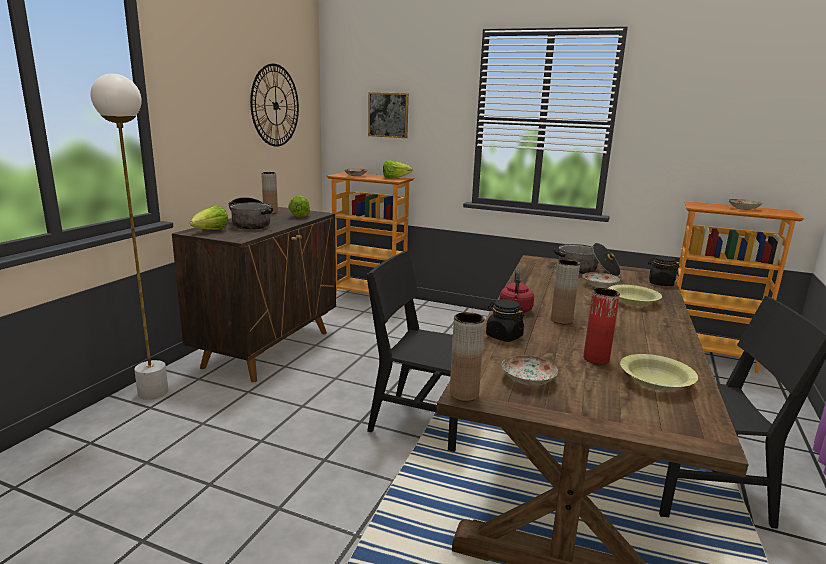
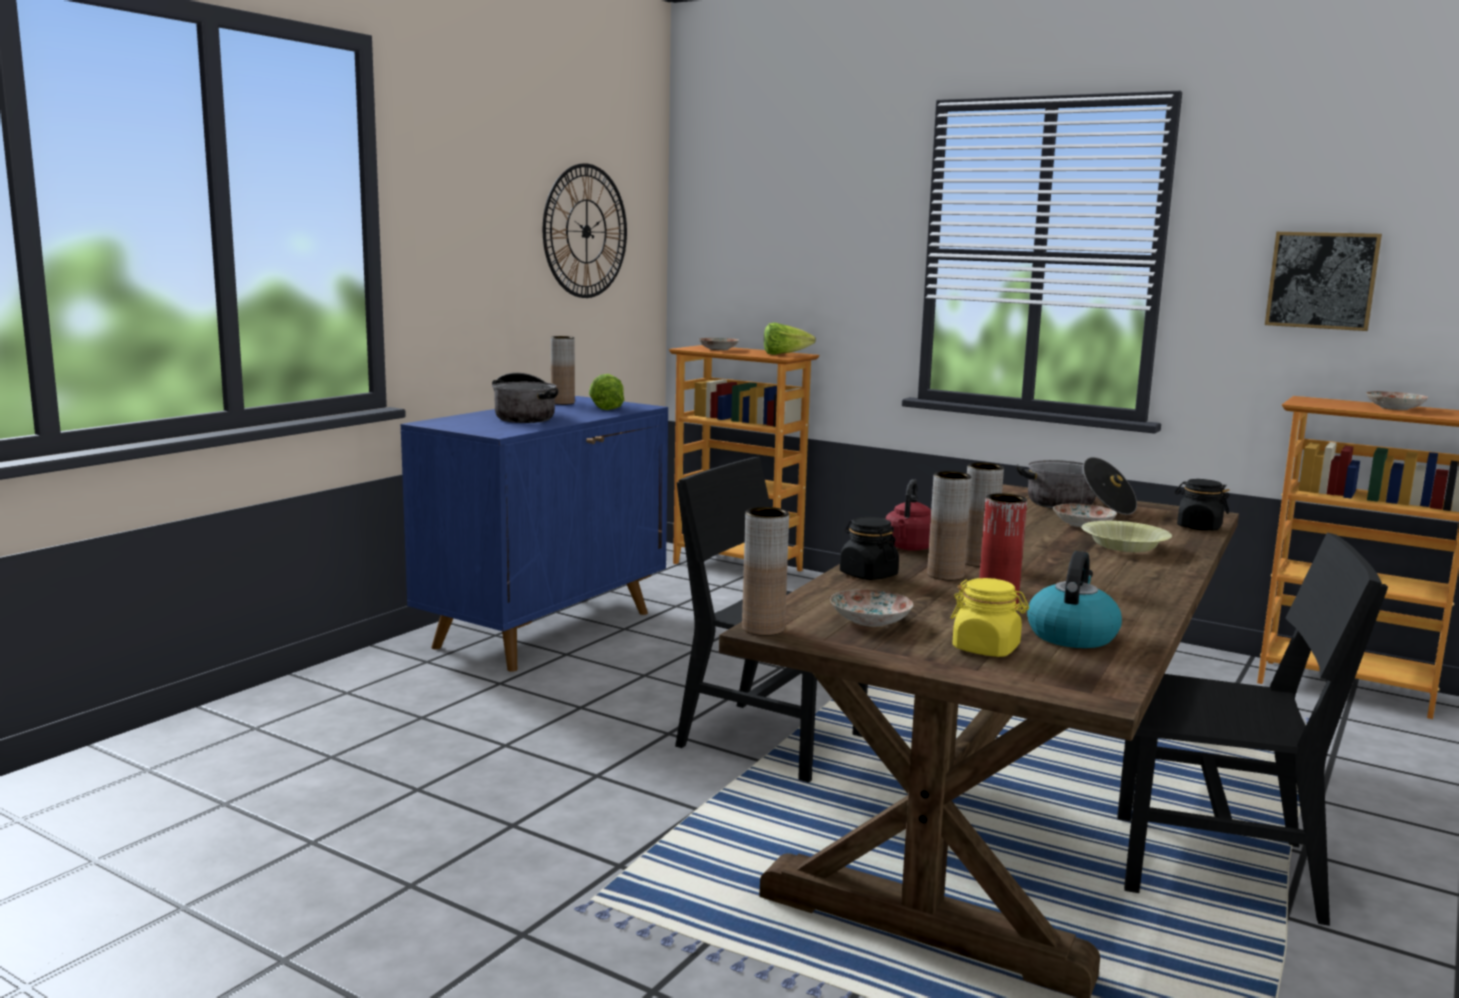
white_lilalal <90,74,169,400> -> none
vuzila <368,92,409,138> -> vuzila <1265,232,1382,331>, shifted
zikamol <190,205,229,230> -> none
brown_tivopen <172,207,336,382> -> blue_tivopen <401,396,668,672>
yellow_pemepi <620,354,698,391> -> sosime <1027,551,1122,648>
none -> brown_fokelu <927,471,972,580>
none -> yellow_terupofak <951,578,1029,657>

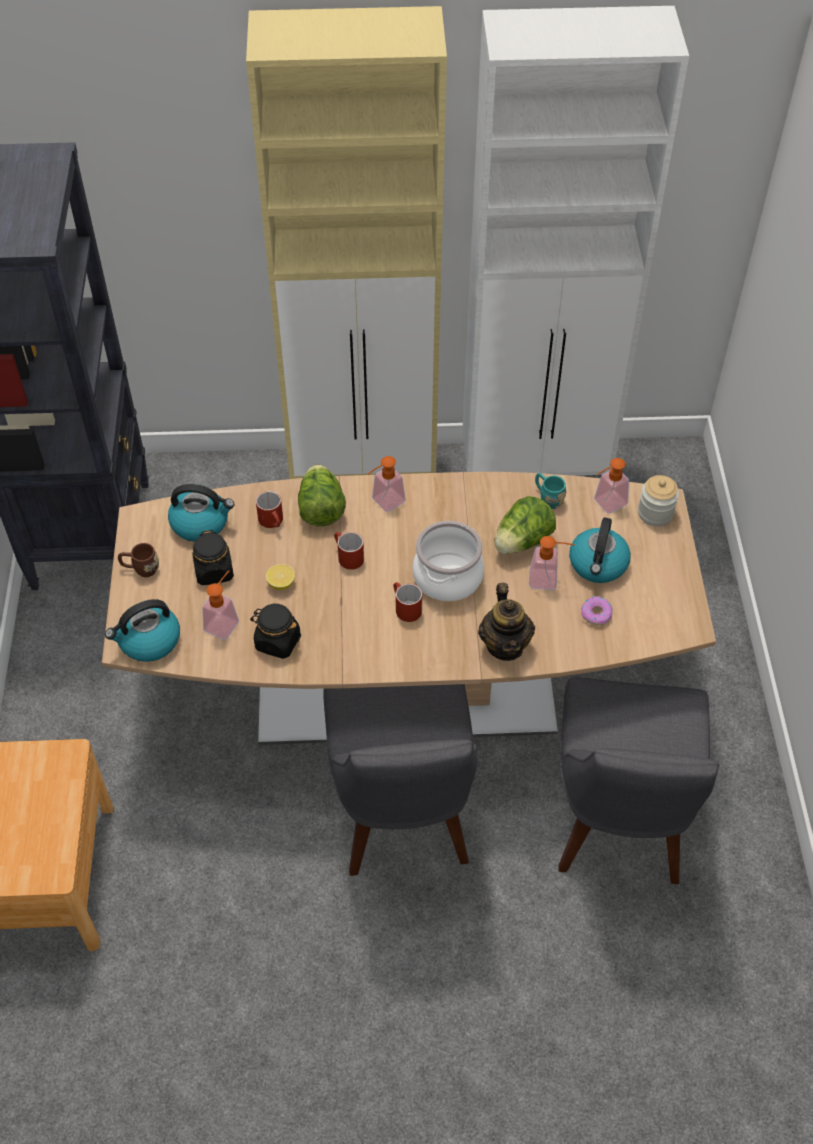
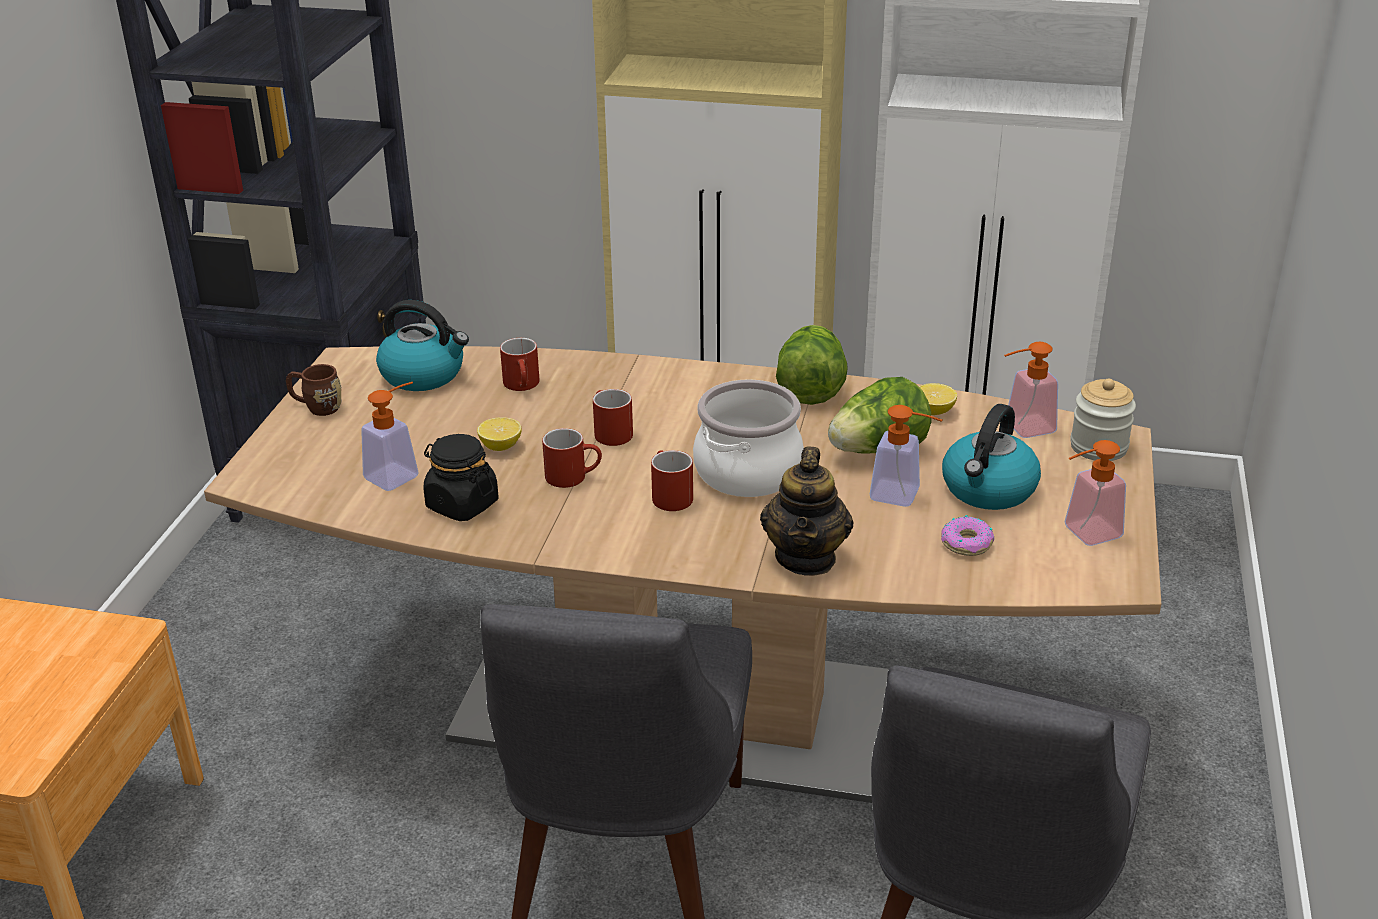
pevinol <368,456,406,512> -> pevinol <1064,440,1126,546>, shifted
zikamol <298,465,346,526> -> zikamol <776,325,848,405>, shifted
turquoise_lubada <535,473,567,509> -> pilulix <919,383,957,415>
black_terupofak <192,530,234,585> -> none
sosime <105,599,180,662> -> none
none -> red_lubada <542,428,602,488>

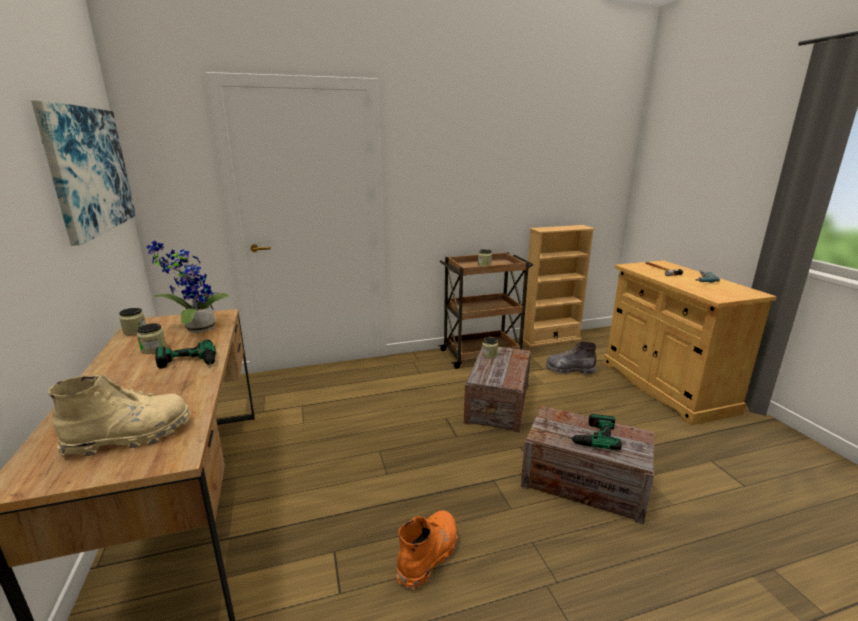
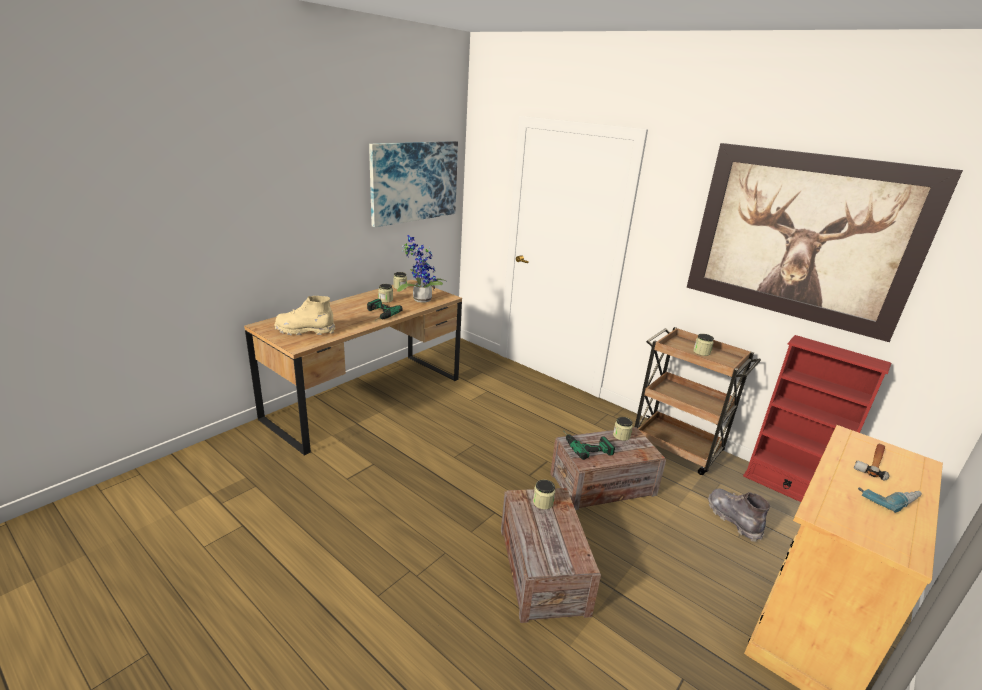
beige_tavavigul <523,225,595,347> -> red_tavavigul <743,335,891,502>
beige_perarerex <48,375,191,457> -> beige_perarerex <274,296,335,335>, 150 degrees clockwise
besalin <560,414,622,450> -> besalin <565,433,615,460>, shifted
orange_perarerex <396,510,457,590> -> none
none -> vuzila <687,143,963,342>
none -> terupofak <533,480,555,510>

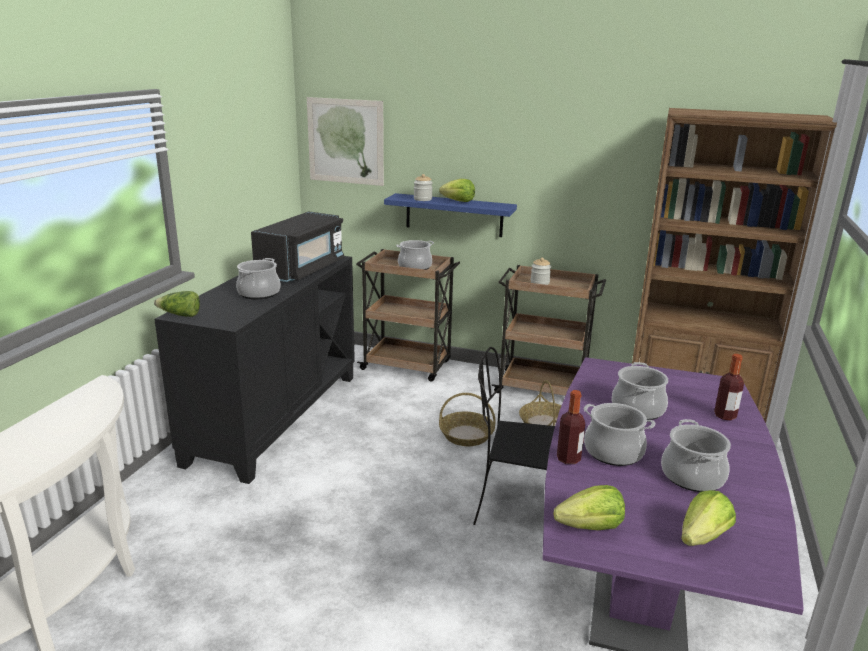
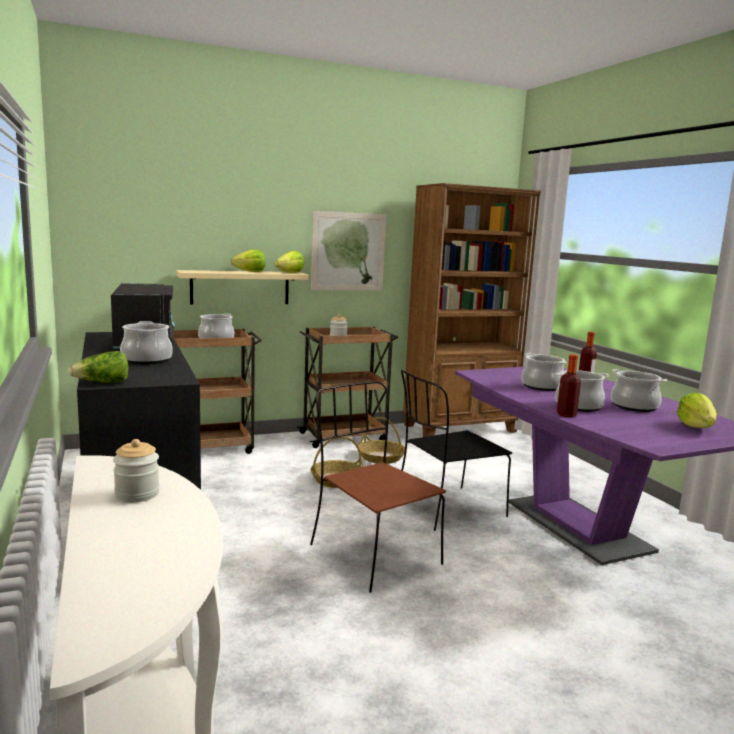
vuzila <307,97,384,186> -> vuzila <311,211,386,291>, shifted
terupofak <414,174,433,201> -> terupofak <113,439,160,502>, shifted
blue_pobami <384,193,517,237> -> beige_pobami <176,270,309,304>
zikamol <554,485,625,530> -> zikamol <275,251,304,273>, shifted
none -> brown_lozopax <310,381,446,593>

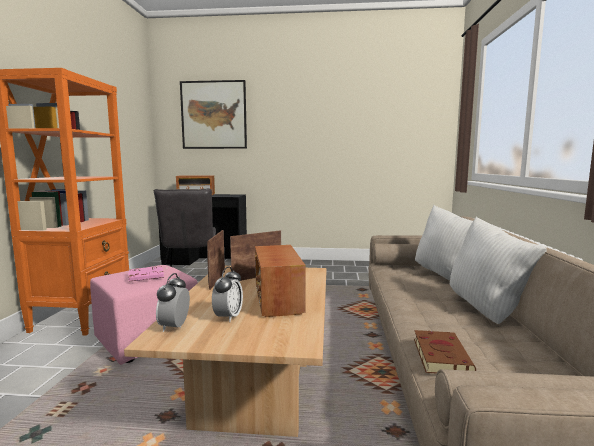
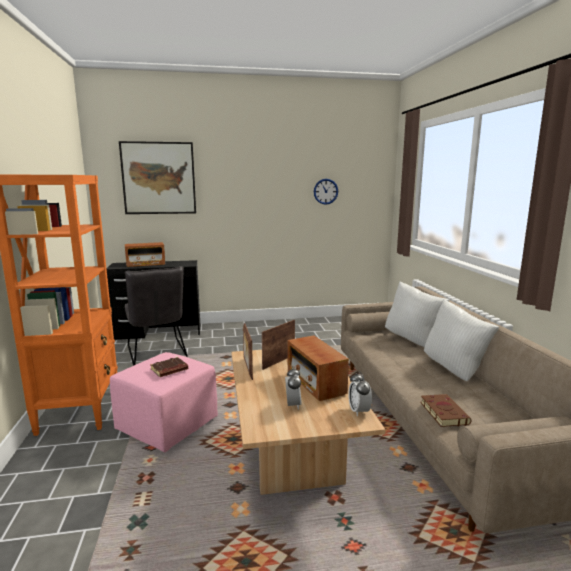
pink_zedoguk <128,266,164,282> -> brown_zedoguk <150,357,188,377>
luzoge <156,273,190,332> -> luzoge <348,372,372,416>, shifted
none -> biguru <314,179,338,205>

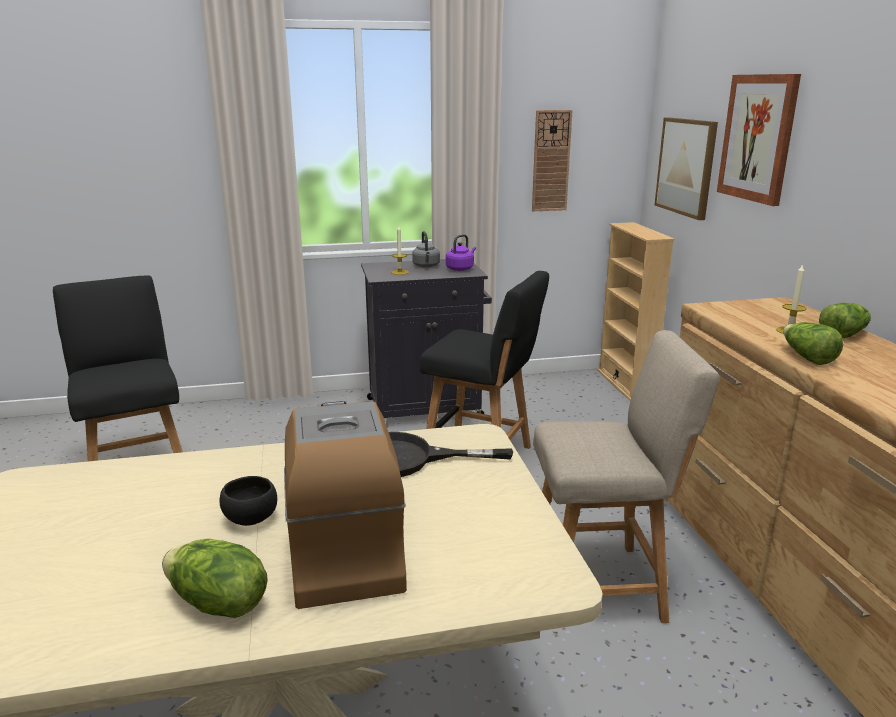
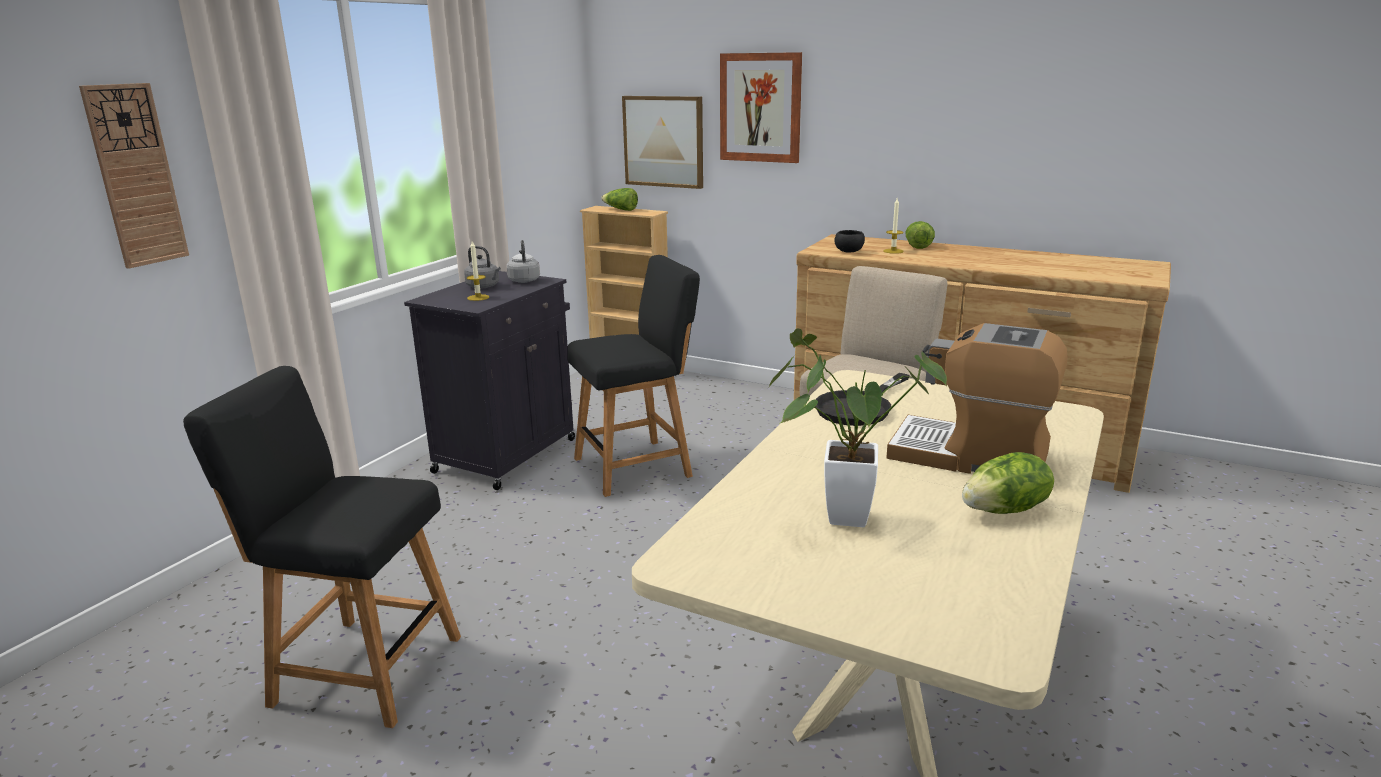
biguru <532,110,573,211> -> biguru <79,83,189,269>, shifted
purple_sosime <446,234,476,271> -> grey_sosime <506,240,540,283>
zikamol <783,322,843,365> -> zikamol <601,188,638,211>, shifted
black_pemepi <220,476,277,526> -> black_pemepi <834,230,865,252>, shifted
none -> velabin <767,328,947,527>

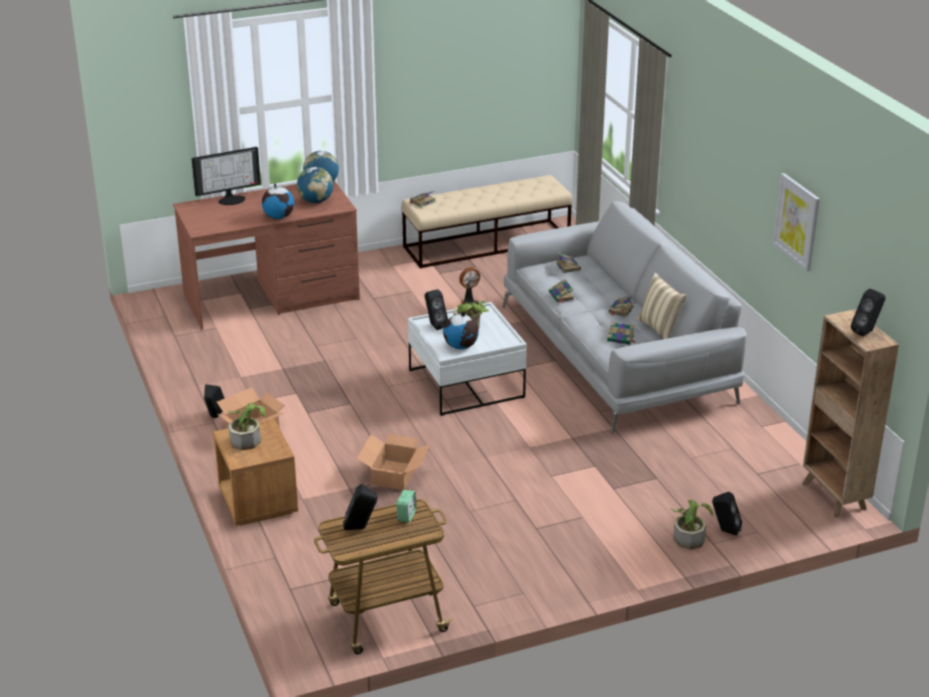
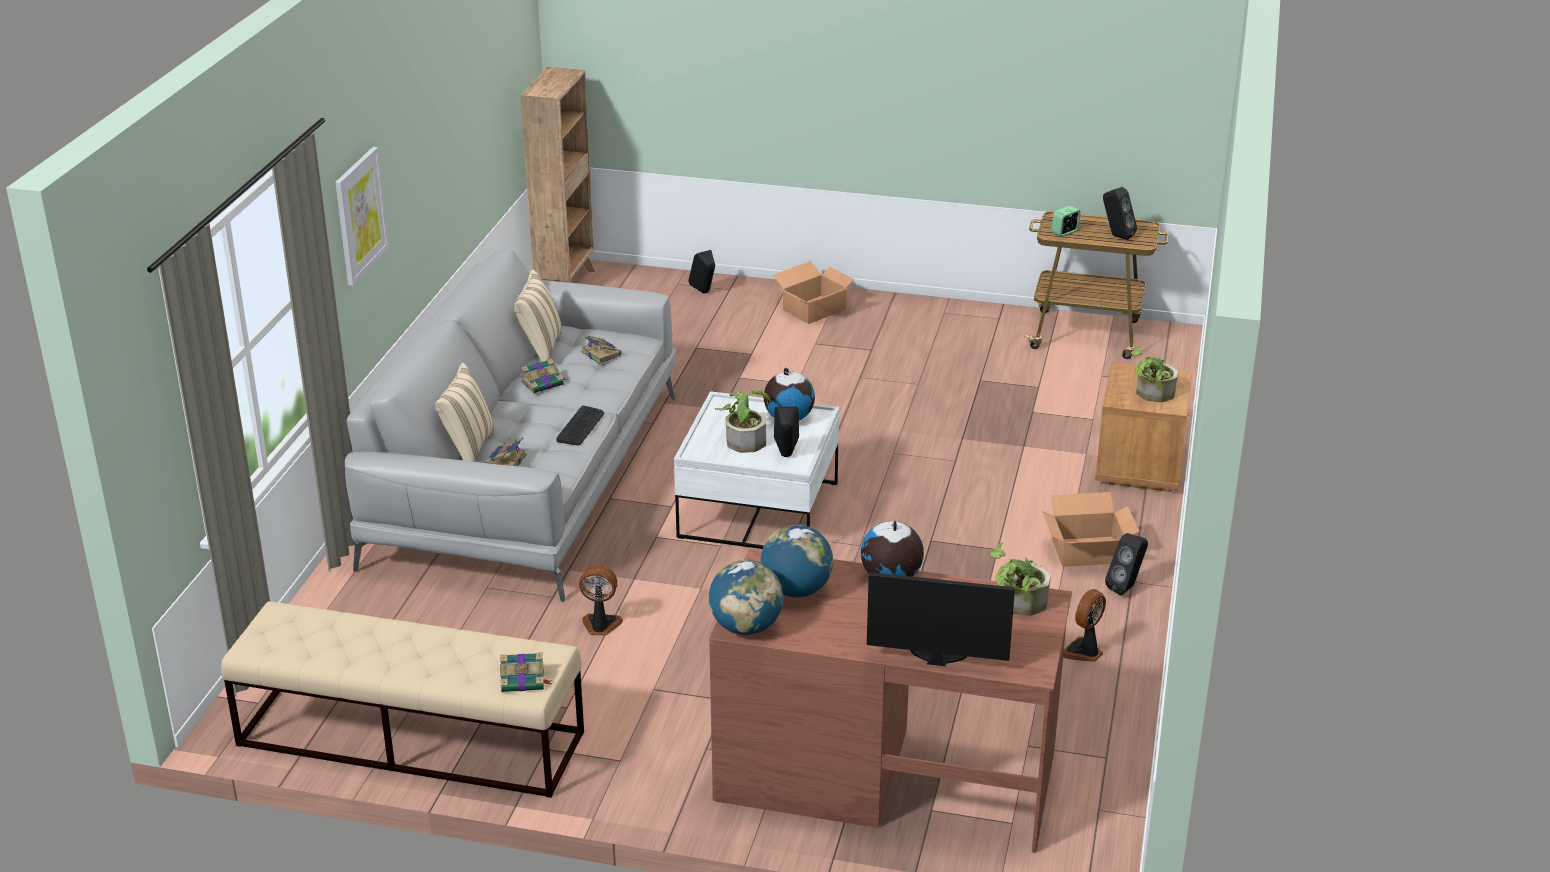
vuzila <773,173,820,271> -> vuzila <335,147,389,286>, shifted
zedoguk <549,279,575,303> -> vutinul <556,405,604,445>
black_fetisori <851,289,886,336> -> none
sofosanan <357,434,431,490> -> sofosanan <773,261,856,324>, shifted
velabin <670,500,713,550> -> velabin <990,543,1051,616>, shifted
none -> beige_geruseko <435,363,496,462>
none -> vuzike <1063,589,1106,662>

